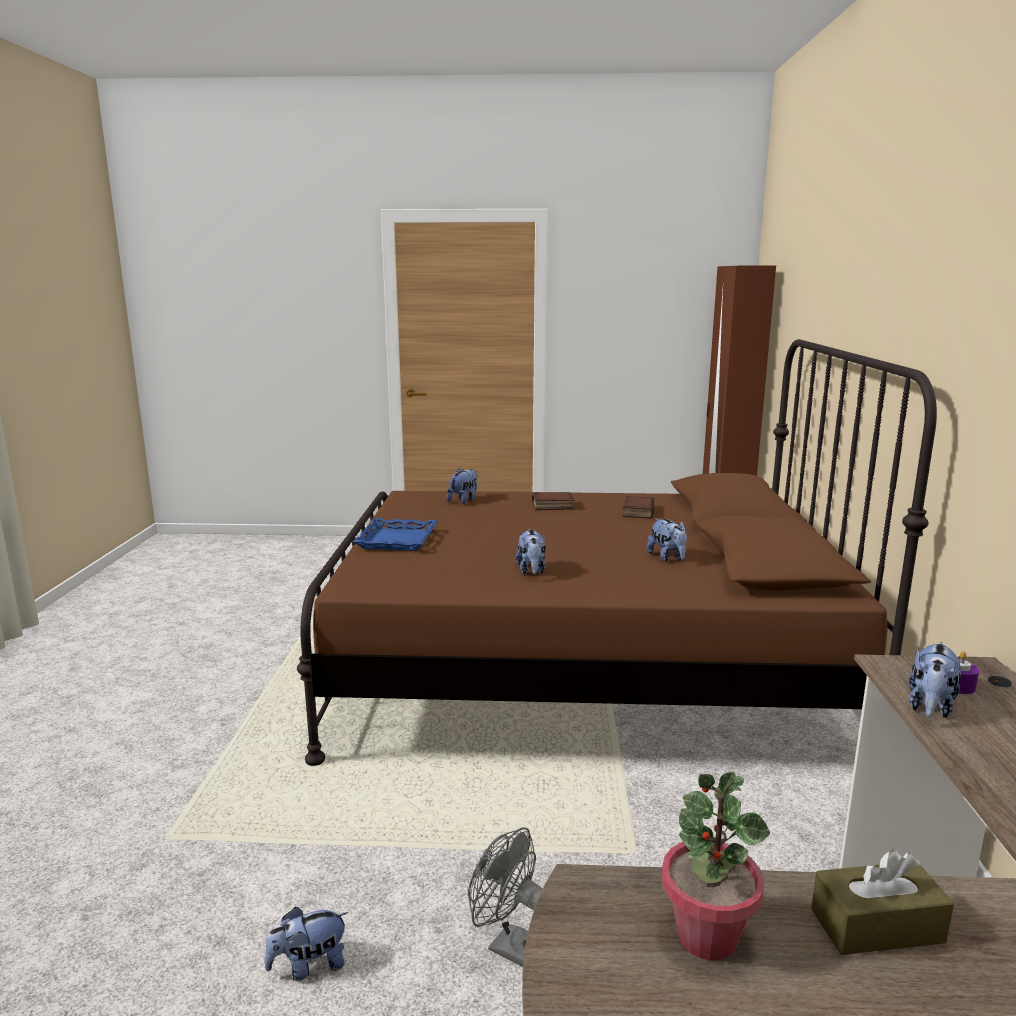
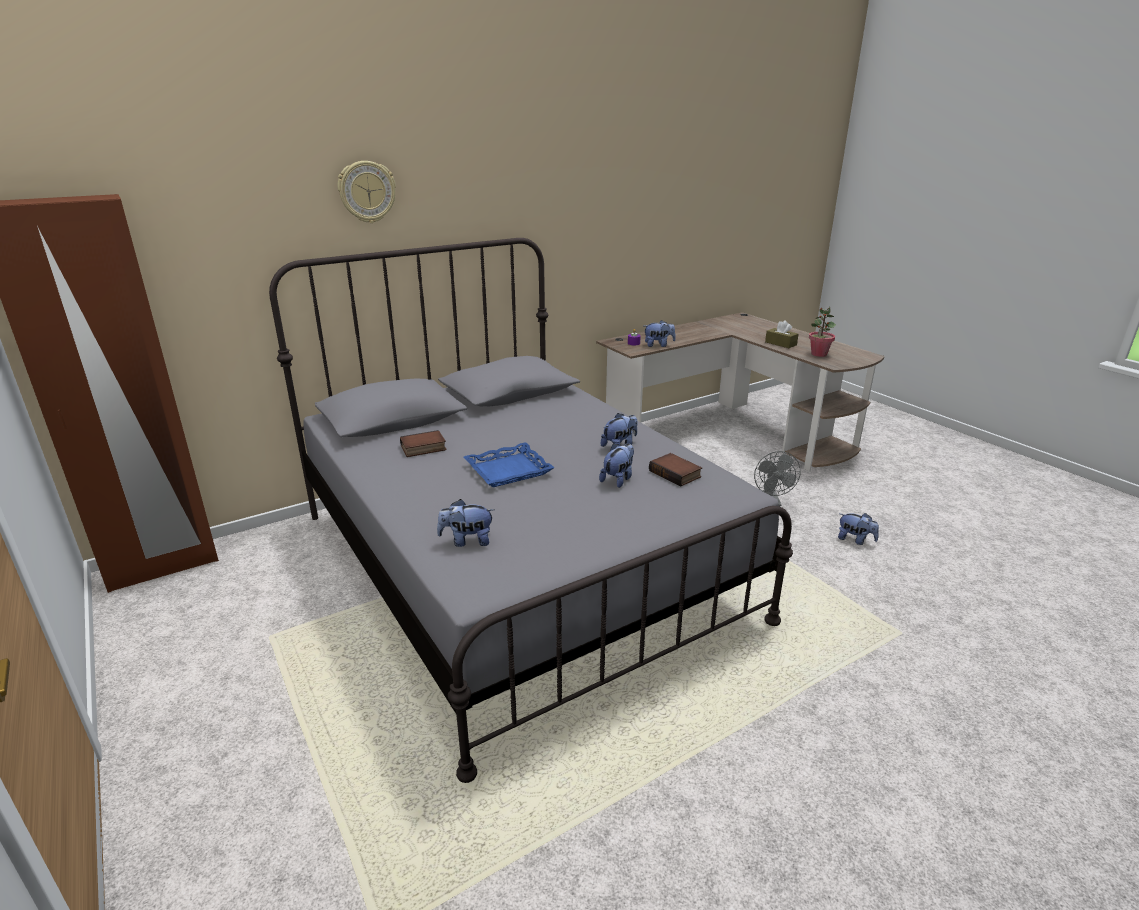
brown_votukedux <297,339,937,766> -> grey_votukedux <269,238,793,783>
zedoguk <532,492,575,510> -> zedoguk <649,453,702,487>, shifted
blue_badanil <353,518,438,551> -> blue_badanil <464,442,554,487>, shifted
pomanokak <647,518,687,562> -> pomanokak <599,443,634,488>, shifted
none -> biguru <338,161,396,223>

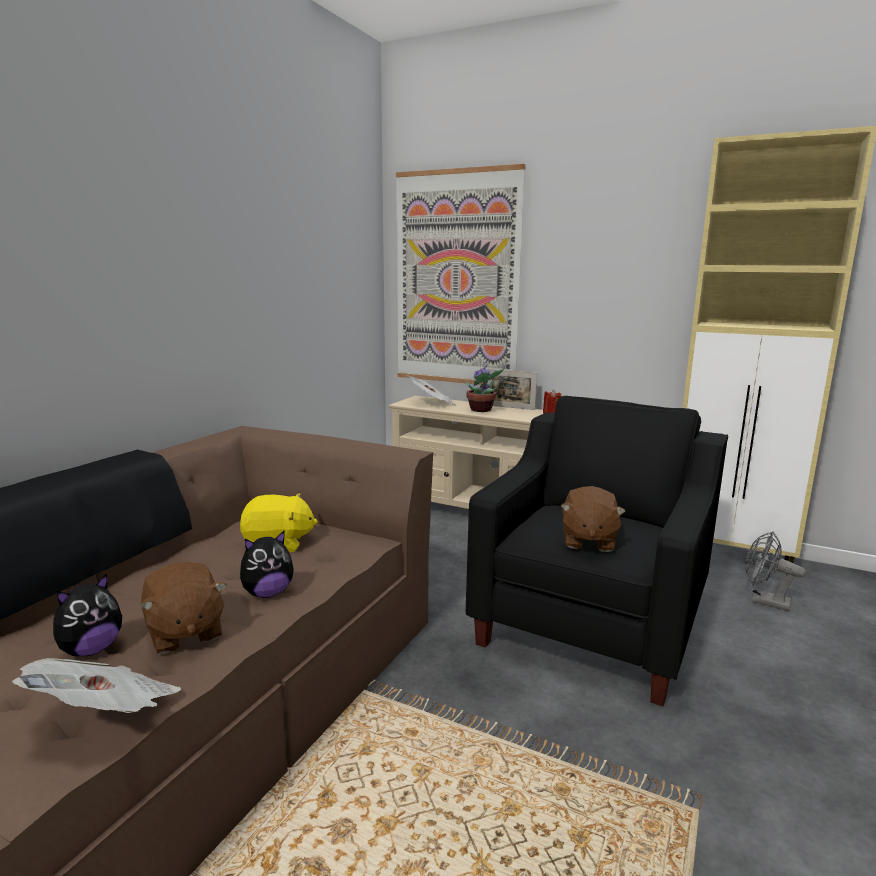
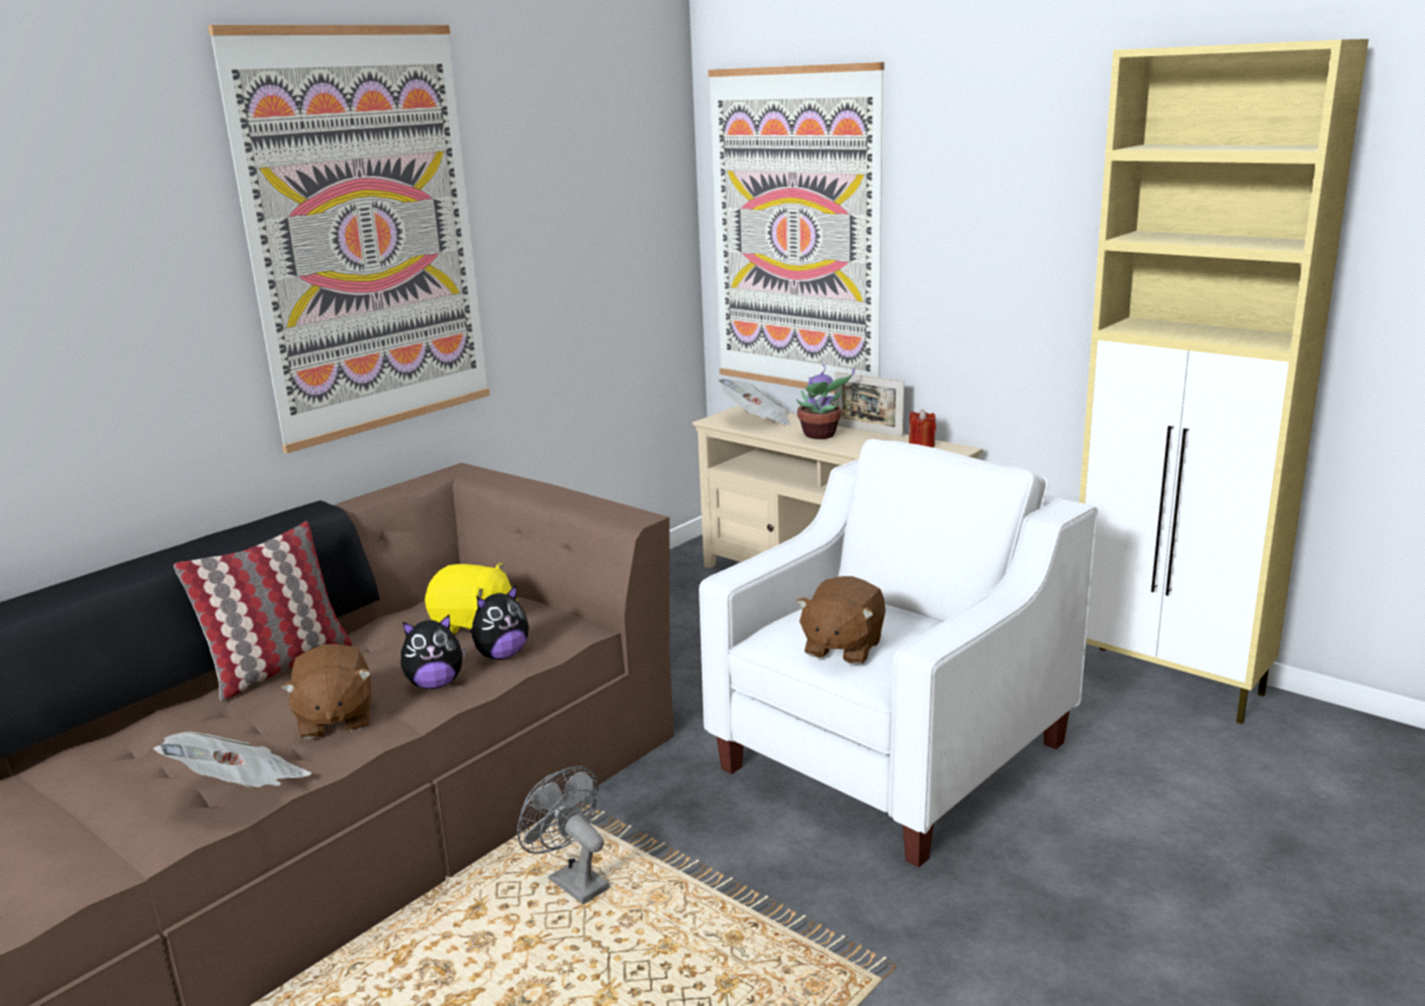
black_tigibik <466,396,728,706> -> white_tigibik <699,439,1098,867>
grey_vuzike <745,531,806,611> -> grey_vuzike <517,766,609,904>, shifted
pomanokak <53,574,122,656> -> pomanokak <470,585,529,660>, shifted
none -> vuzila <208,25,490,453>
none -> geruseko <174,521,352,701>

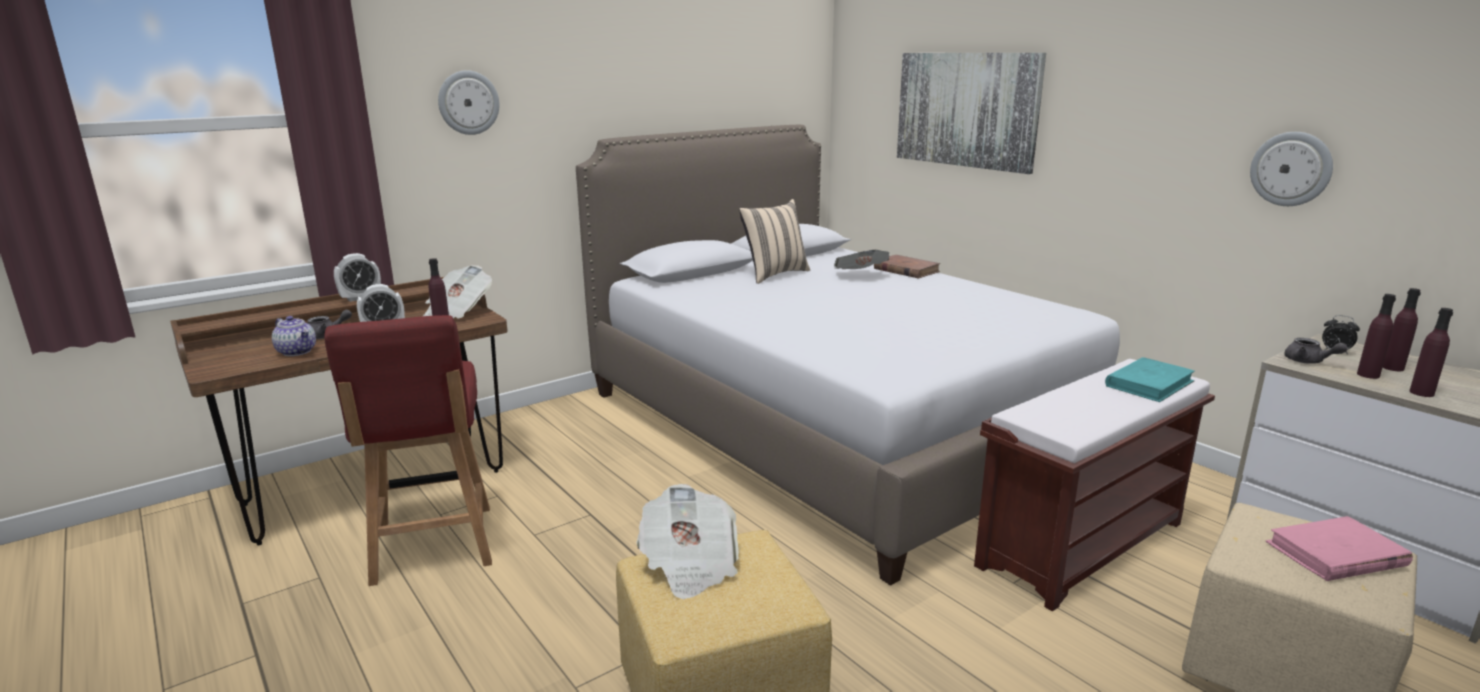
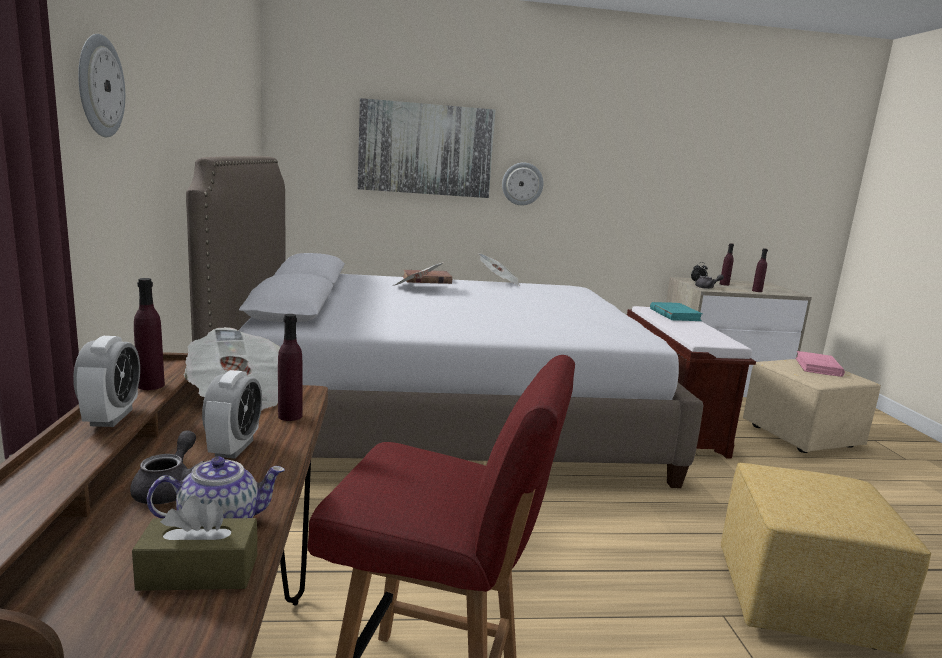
biguru <1250,132,1333,206> -> biguru <502,162,544,205>, shifted
beige_geruseko <739,199,810,284> -> none
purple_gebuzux <1357,294,1396,379> -> purple_gebuzux <134,278,165,390>, shifted
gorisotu <636,484,739,599> -> gorisotu <478,253,520,286>, shifted
none -> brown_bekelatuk <132,495,258,591>

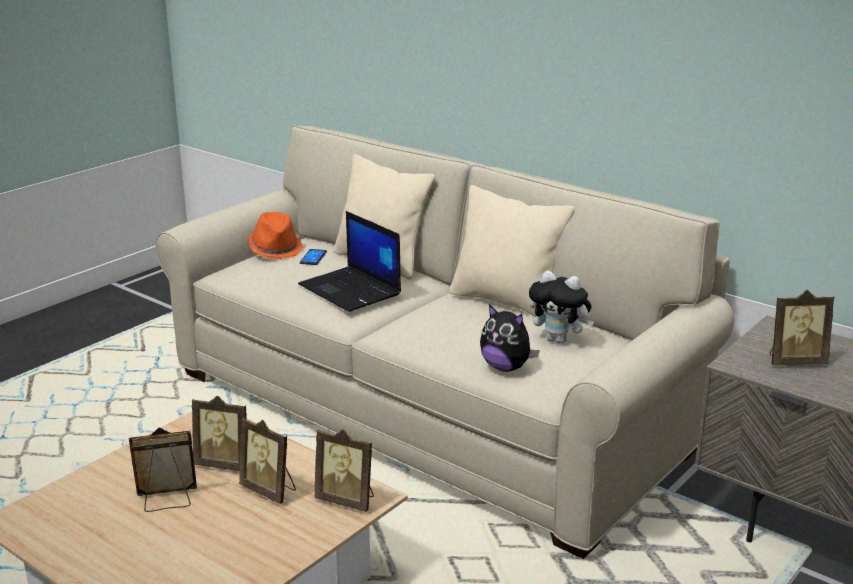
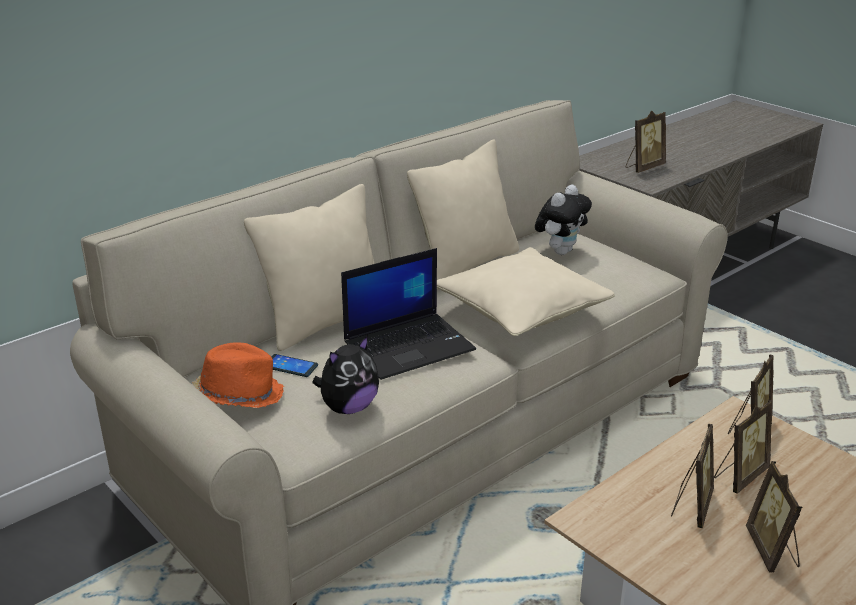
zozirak <769,290,835,365> -> zozirak <626,110,666,173>, 45 degrees clockwise
pomanokak <480,304,540,372> -> pomanokak <312,335,379,414>, shifted
none -> beige_geruseko <437,247,615,336>

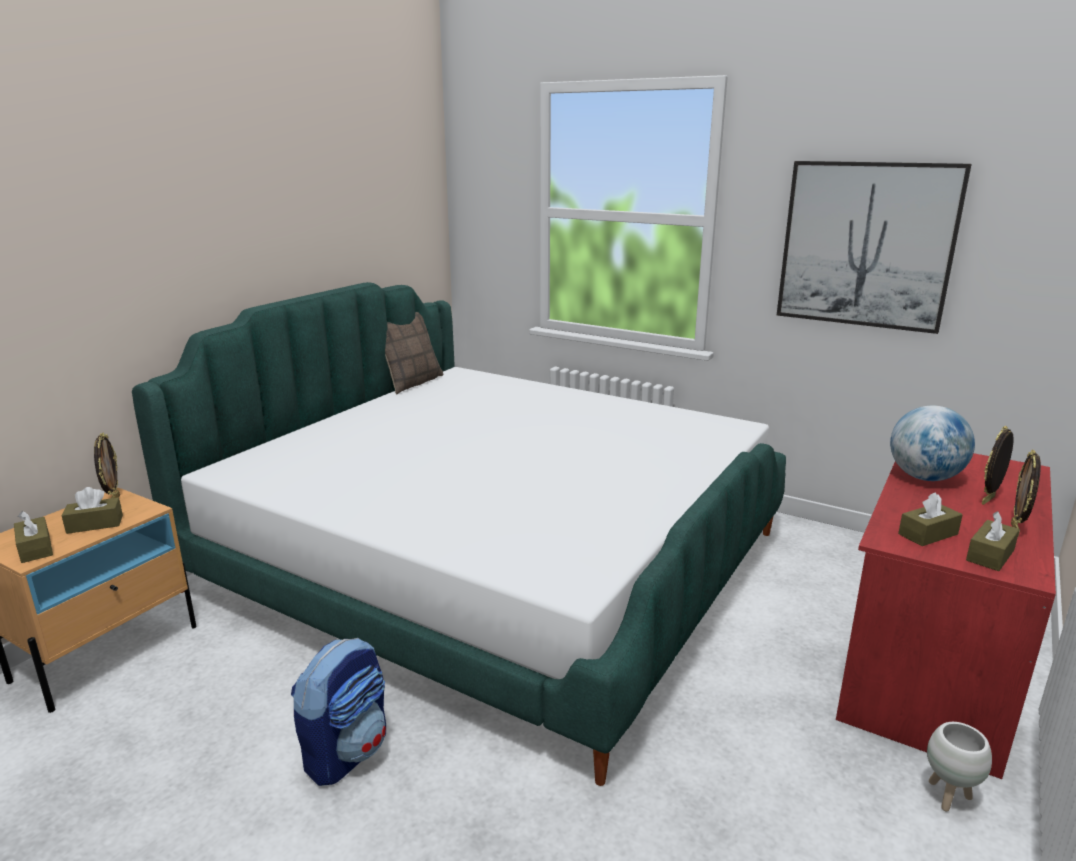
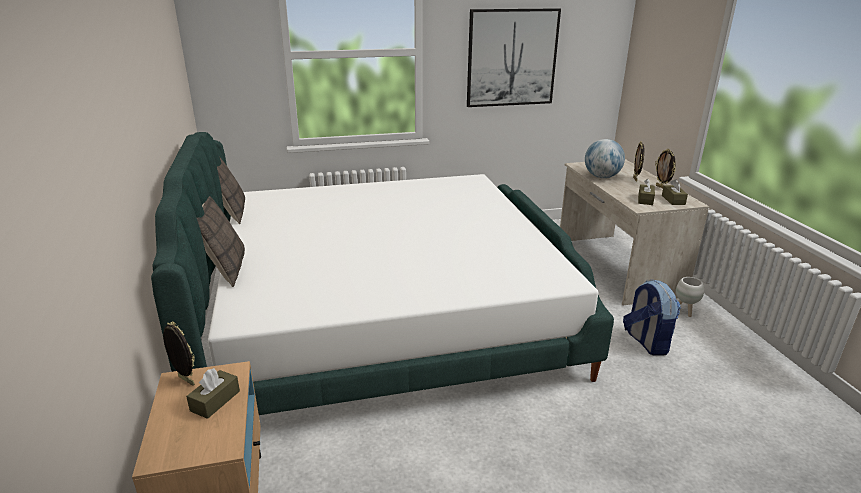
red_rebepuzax <836,453,1056,779> -> beige_rebepuzax <560,159,709,305>
brown_bekelatuk <14,511,53,563> -> none
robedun <291,638,386,786> -> robedun <623,280,681,356>, shifted
none -> geruseko <197,196,245,287>

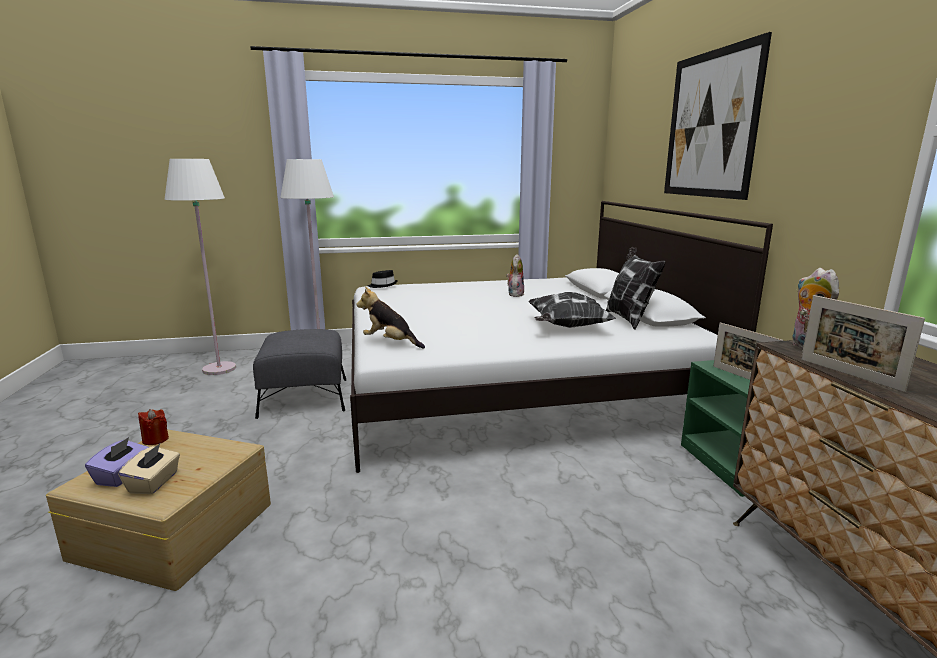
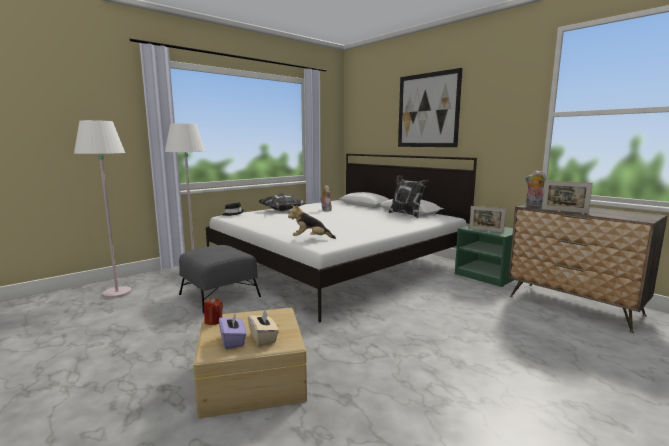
geruseko <528,292,616,328> -> geruseko <259,193,306,211>, shifted

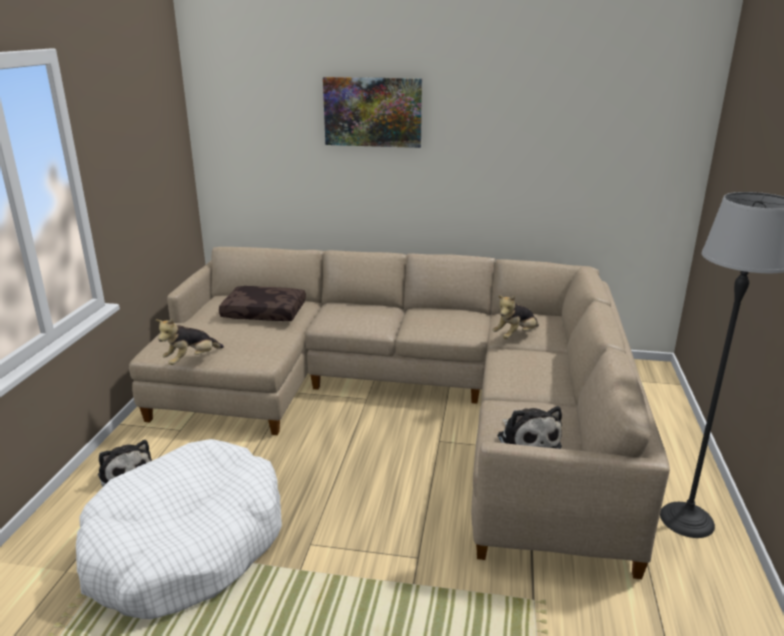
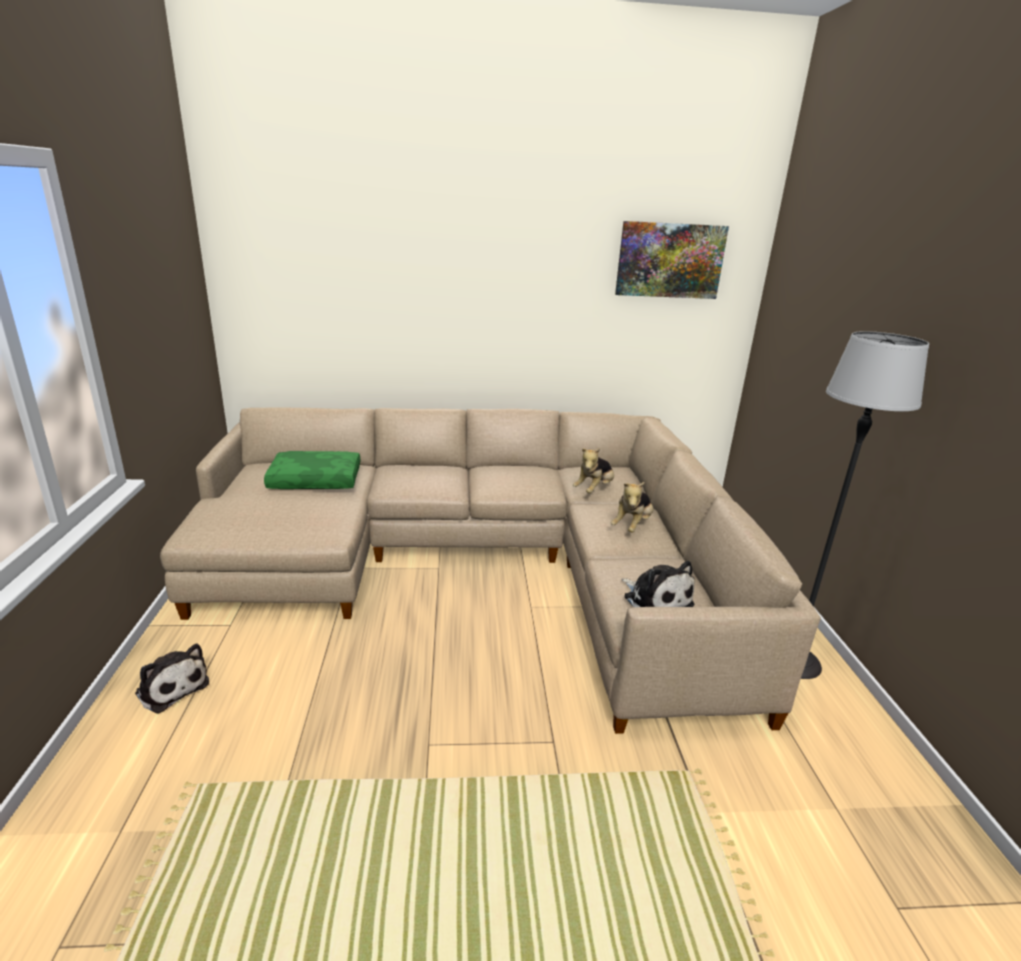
vuzila <323,77,422,148> -> vuzila <615,221,729,299>, shifted
brown_geruseko <219,286,306,321> -> green_geruseko <264,451,360,489>
pomanokak <156,319,224,365> -> pomanokak <611,481,653,532>, shifted
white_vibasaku <76,439,282,619> -> none

